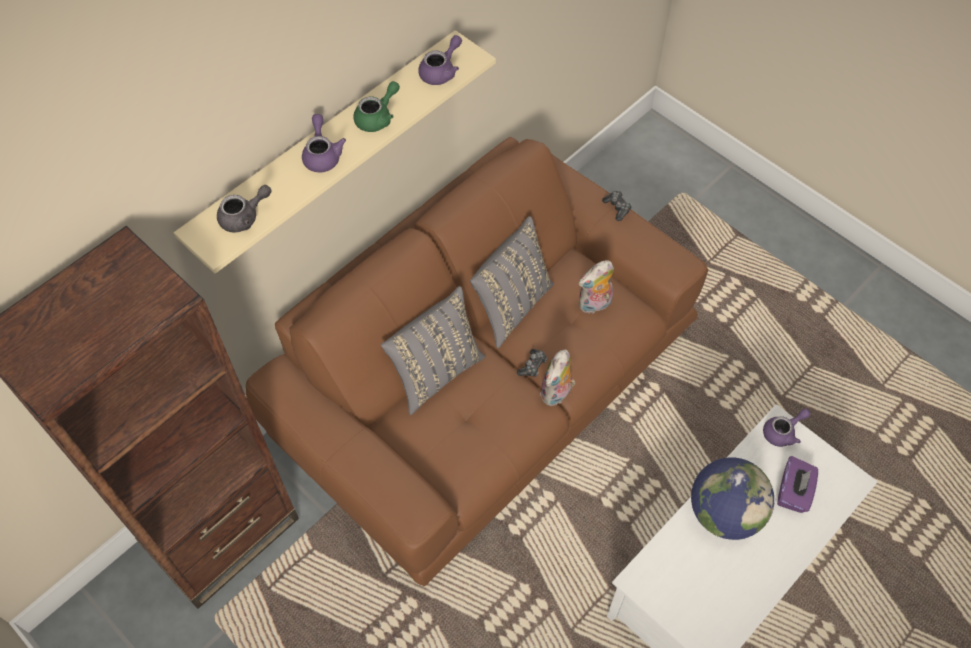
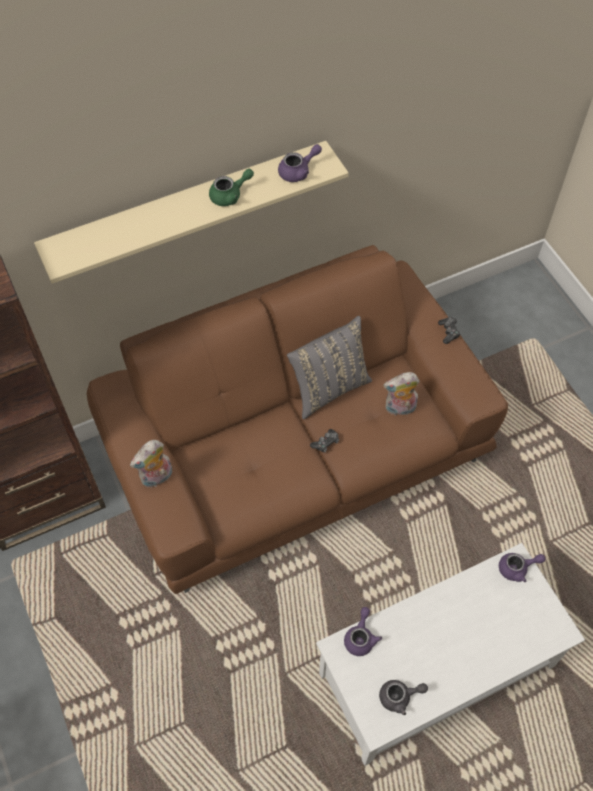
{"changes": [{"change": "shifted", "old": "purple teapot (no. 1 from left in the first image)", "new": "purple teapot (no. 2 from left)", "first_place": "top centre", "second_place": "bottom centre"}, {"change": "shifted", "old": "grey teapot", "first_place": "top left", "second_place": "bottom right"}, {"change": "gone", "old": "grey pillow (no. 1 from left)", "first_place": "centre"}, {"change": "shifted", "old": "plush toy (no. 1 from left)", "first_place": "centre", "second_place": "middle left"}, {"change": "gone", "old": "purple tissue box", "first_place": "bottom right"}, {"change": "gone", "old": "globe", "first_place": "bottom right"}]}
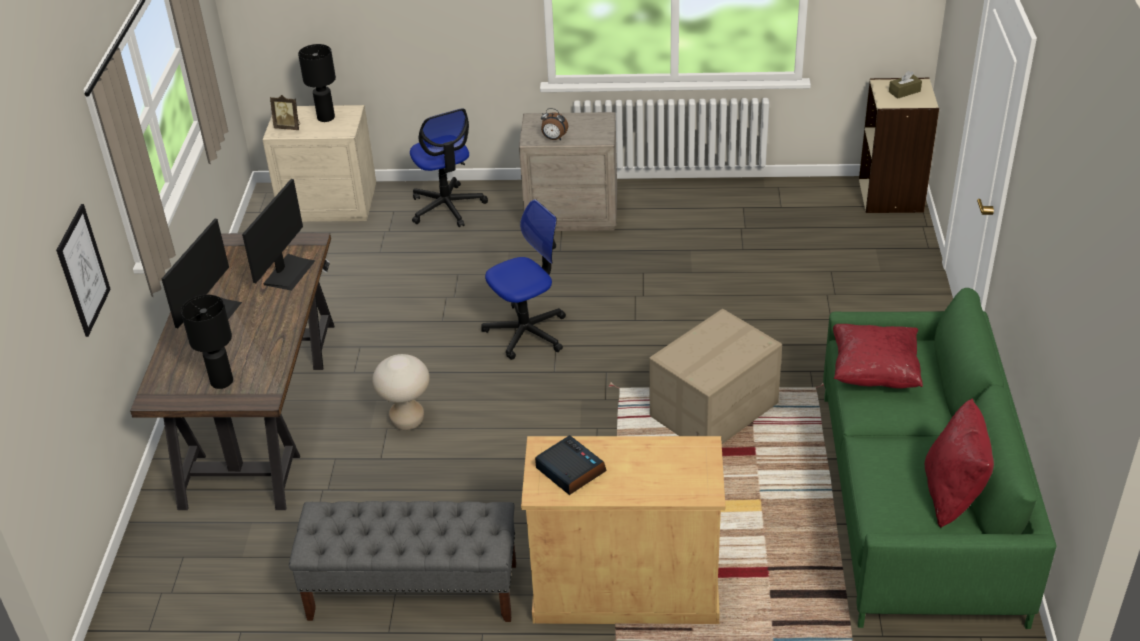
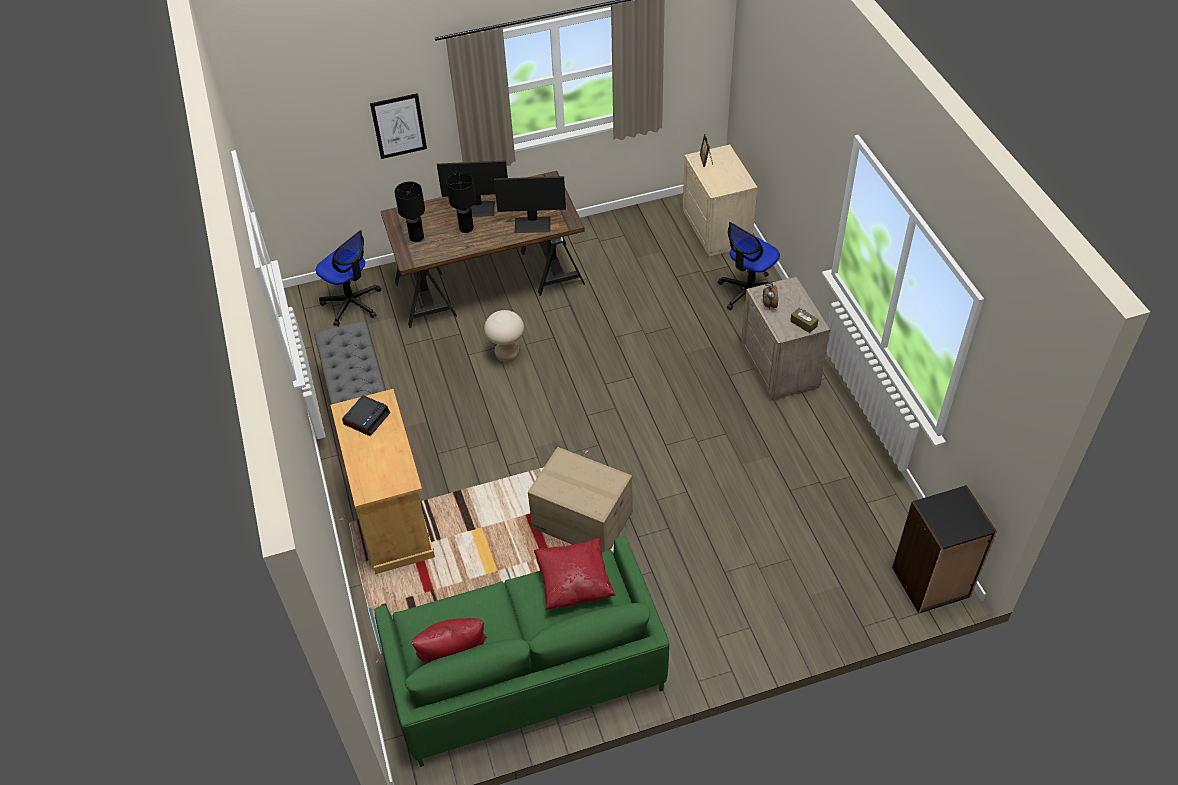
{"changes": [{"change": "shifted", "old": "black table lamp (no. 2 from left)", "first_place": "top left", "second_place": "top centre"}, {"change": "shifted", "old": "brown tissue box", "first_place": "top right", "second_place": "middle right"}, {"change": "repainted", "old": "beige bookcase", "new": "black bookcase", "first_place": "top right", "second_place": "bottom right"}, {"change": "shifted", "old": "office chair (no. 2 from left in the first image)", "new": "office chair (no. 1 from left)", "first_place": "centre", "second_place": "middle left"}]}
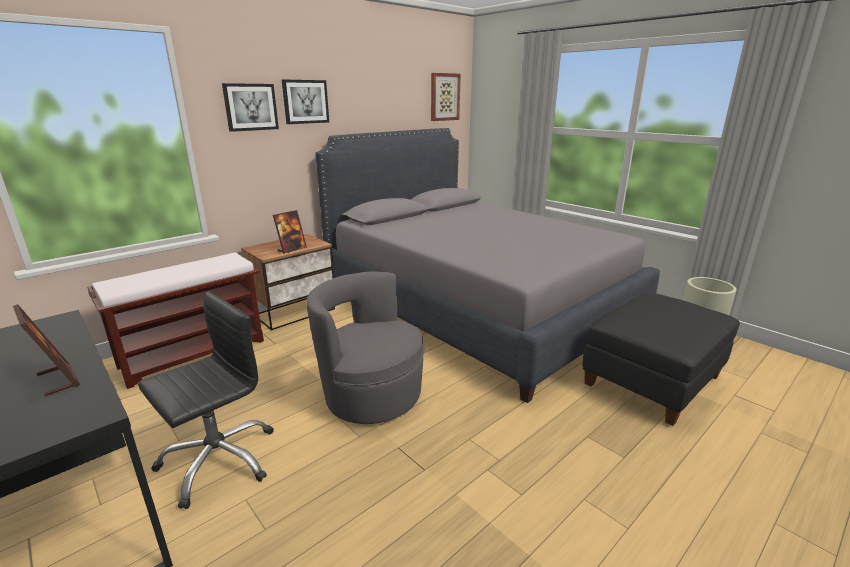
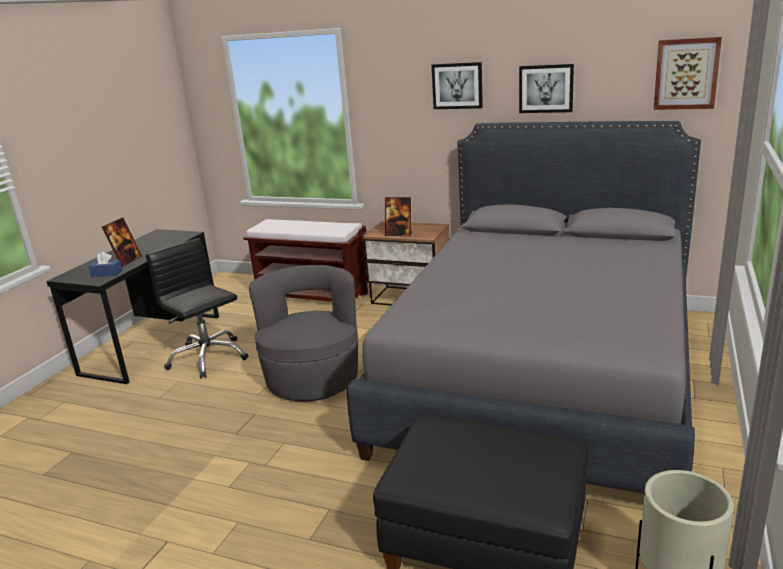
{"changes": [{"change": "shifted", "old": "picture (no. 1 from left in the first image)", "new": "picture (no. 2 from left)", "first_place": "top left", "second_place": "top right"}, {"change": "rotated", "old": "black office chair", "first_place": "bottom left", "second_place": "middle left", "degrees": -150}, {"change": "new", "new": "blue tissue box", "second_place": "middle left"}]}
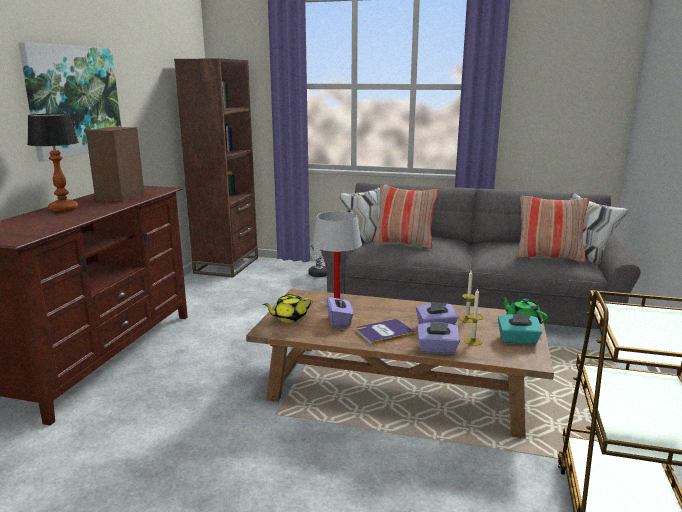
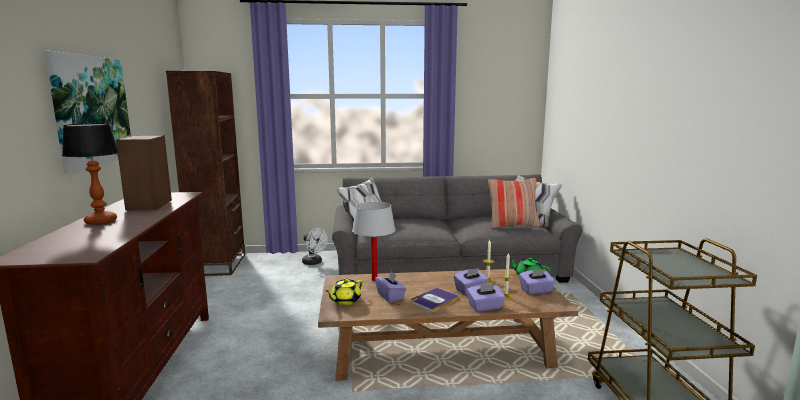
{"changes": [{"change": "gone", "old": "pillow (no. 1 from left)", "first_place": "centre"}, {"change": "repainted", "old": "turquoise tissue box", "new": "purple tissue box (no. 4 from left)", "first_place": "middle right", "second_place": "bottom right"}]}
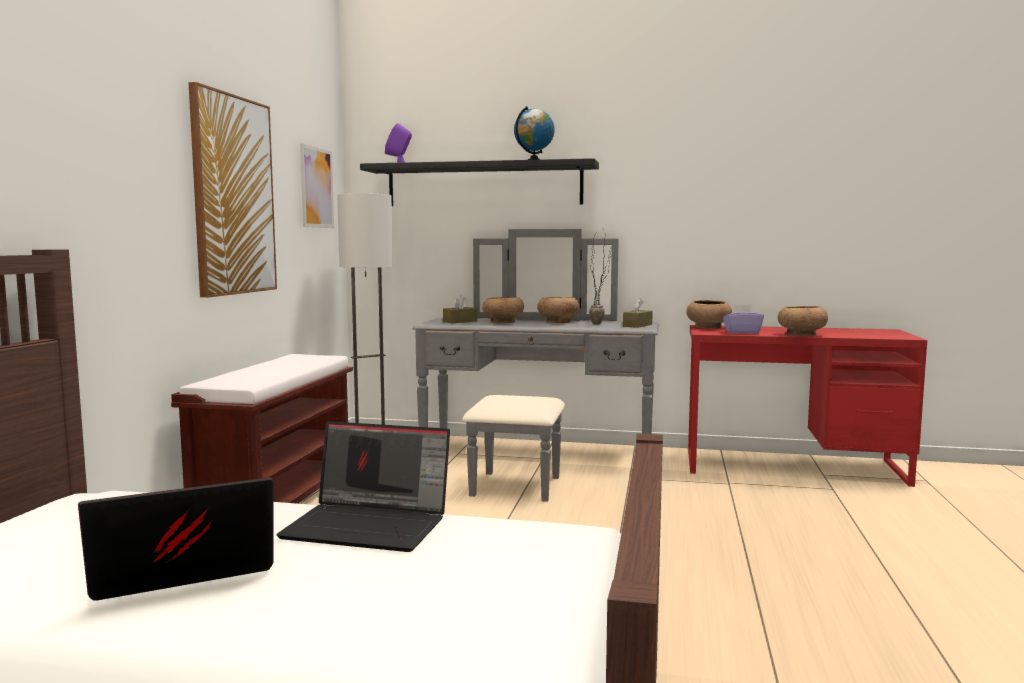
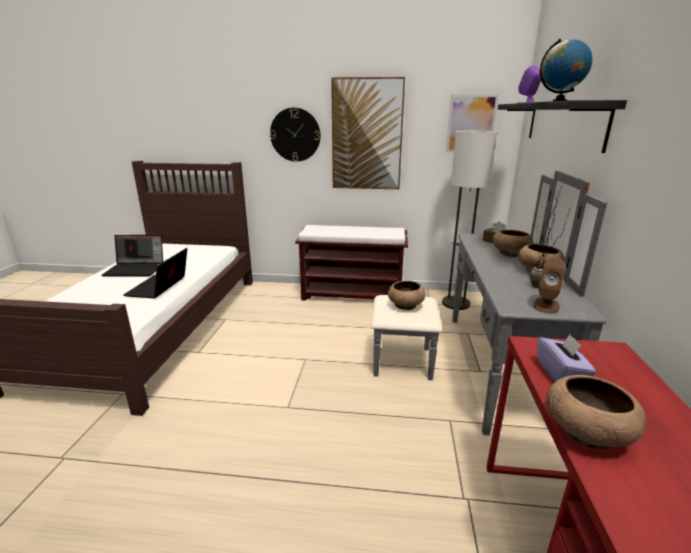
{"changes": [{"change": "swapped", "old": "brown tissue box (no. 2 from left)", "new": "brown speaker", "first_place": "centre", "second_place": "middle right"}, {"change": "shifted", "old": "brown bowl (no. 3 from left in the first image)", "new": "brown bowl (no. 1 from left)", "first_place": "middle right", "second_place": "centre"}, {"change": "rotated", "old": "laptop (no. 1 from left)", "first_place": "bottom left", "second_place": "middle left", "degrees": 120}, {"change": "new", "new": "wall clock", "second_place": "top centre"}]}
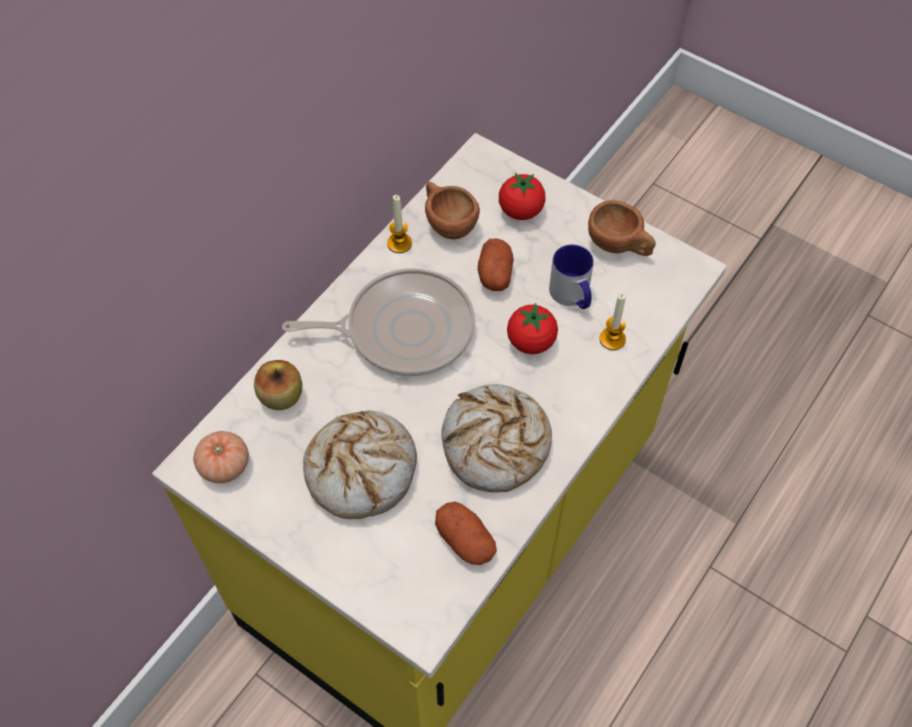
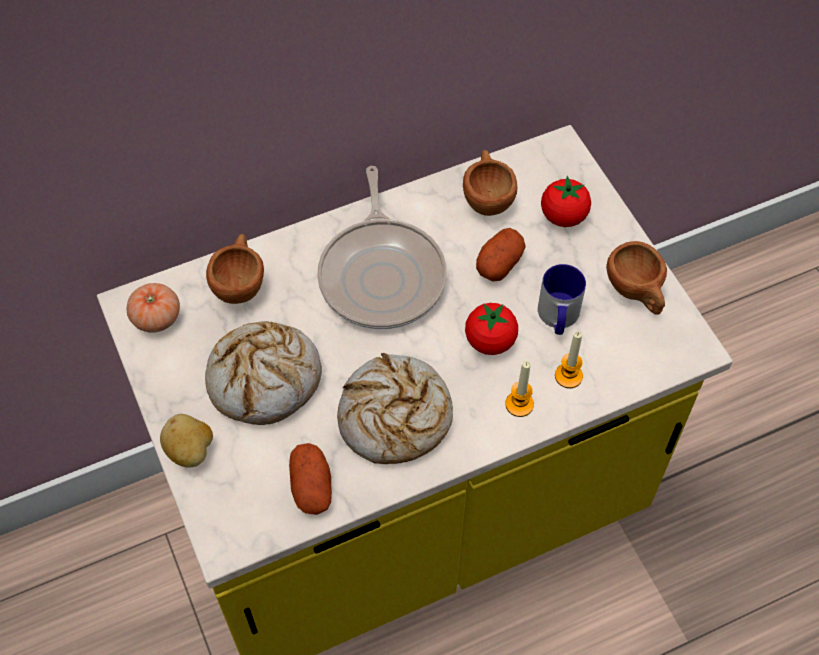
{"changes": [{"change": "shifted", "old": "candle (no. 1 from left)", "first_place": "top centre", "second_place": "centre"}, {"change": "rotated", "old": "frying pan", "first_place": "centre", "second_place": "centre", "degrees": 60}, {"change": "swapped", "old": "apple", "new": "brown cup (no. 1 from left)", "first_place": "middle left", "second_place": "middle left"}, {"change": "new", "new": "potato (no. 1 from left)", "second_place": "bottom left"}]}
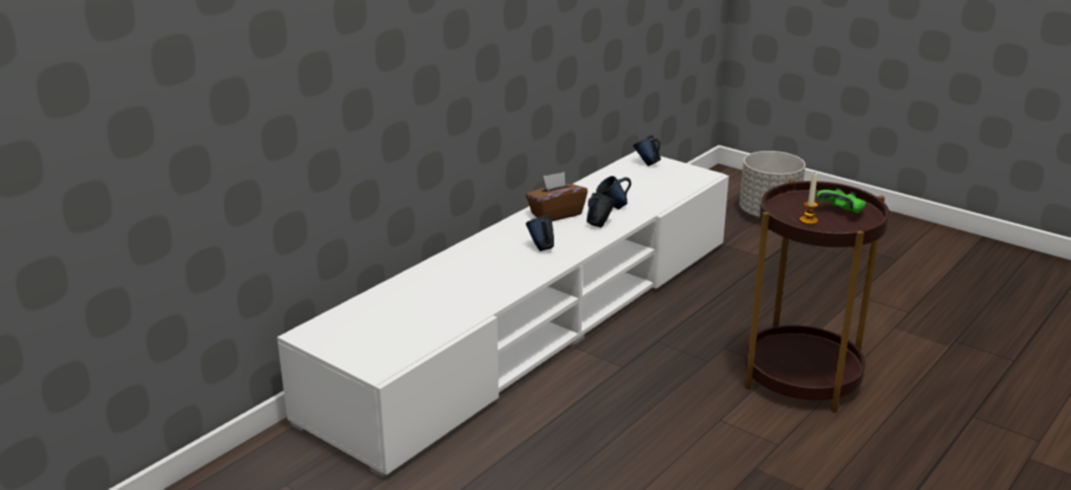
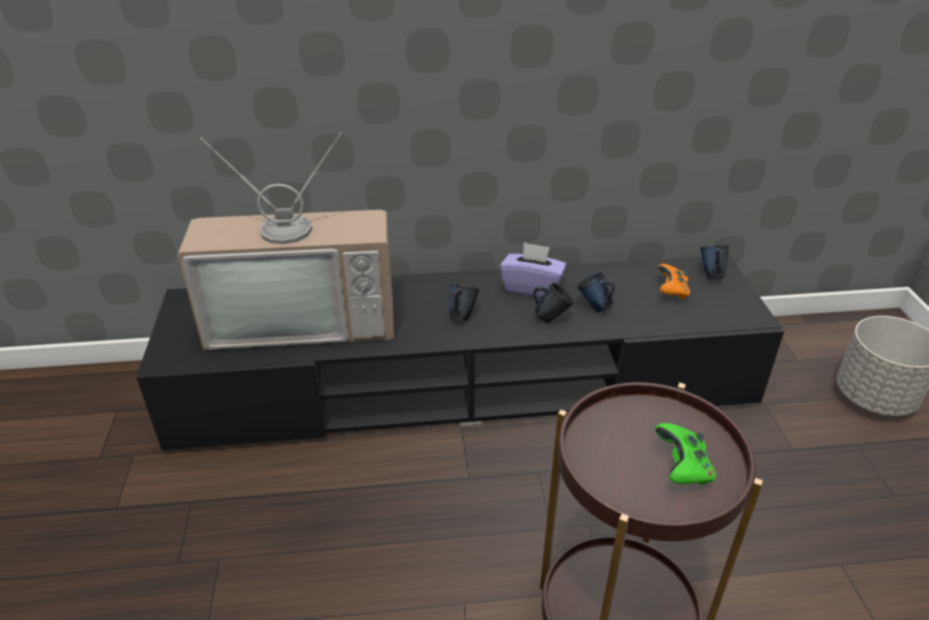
{"changes": [{"change": "repainted", "old": "white tv stand", "new": "black tv stand", "first_place": "centre", "second_place": "centre"}, {"change": "repainted", "old": "brown tissue box", "new": "purple tissue box", "first_place": "centre", "second_place": "centre"}, {"change": "gone", "old": "candle", "first_place": "middle right"}, {"change": "new", "new": "television", "second_place": "middle left"}, {"change": "new", "new": "orange game controller", "second_place": "middle right"}]}
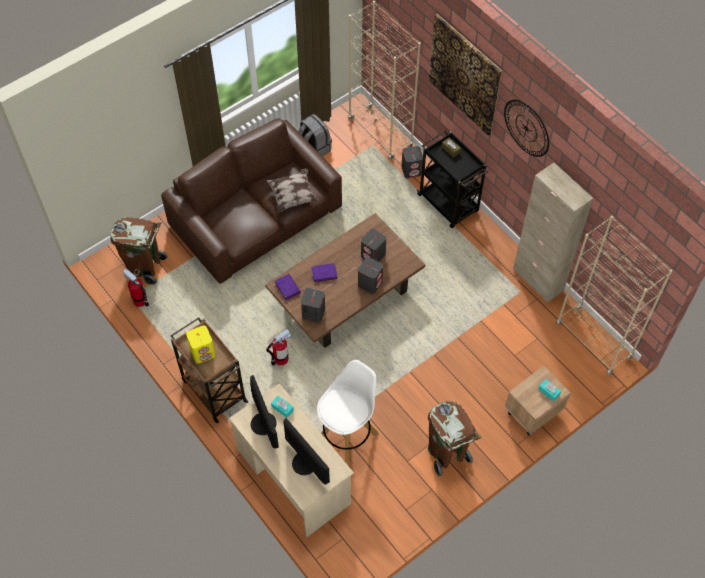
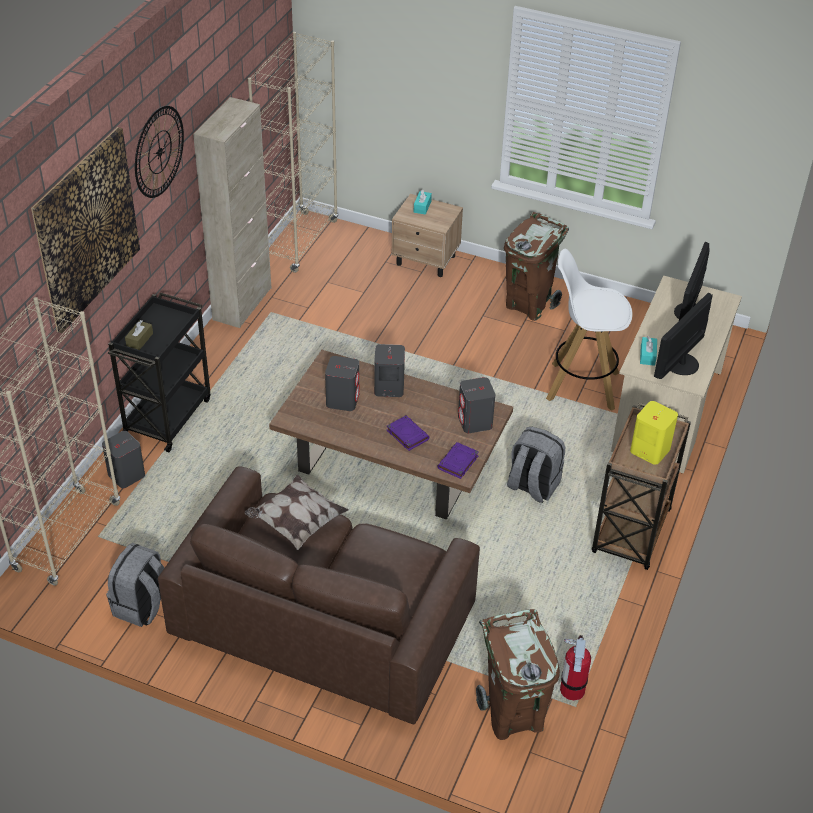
{"changes": [{"change": "swapped", "old": "fire extinguisher (no. 2 from left)", "new": "grey backpack (no. 2 from left)", "first_place": "centre", "second_place": "centre"}]}
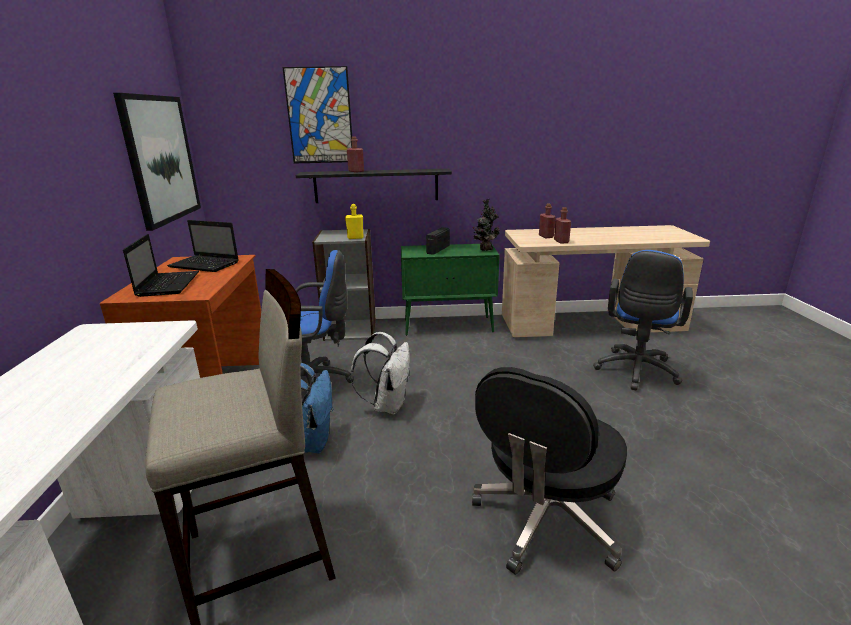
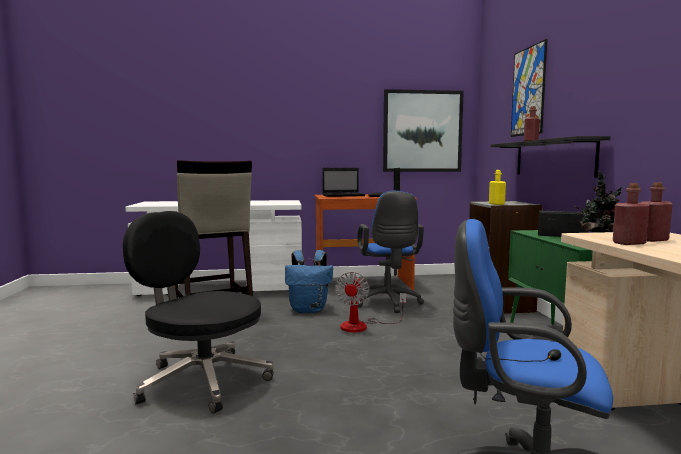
{"changes": [{"change": "swapped", "old": "white backpack", "new": "fan", "first_place": "centre", "second_place": "centre"}]}
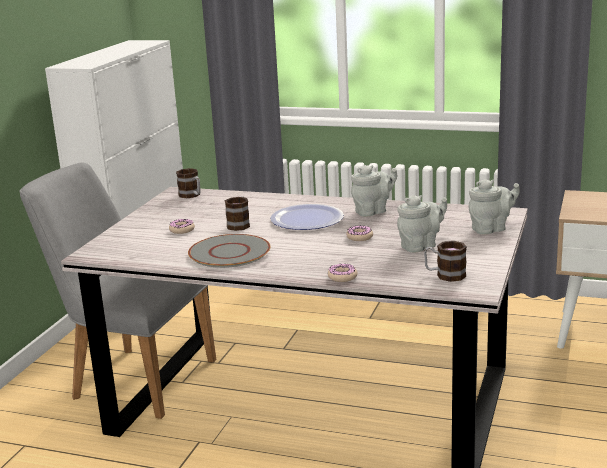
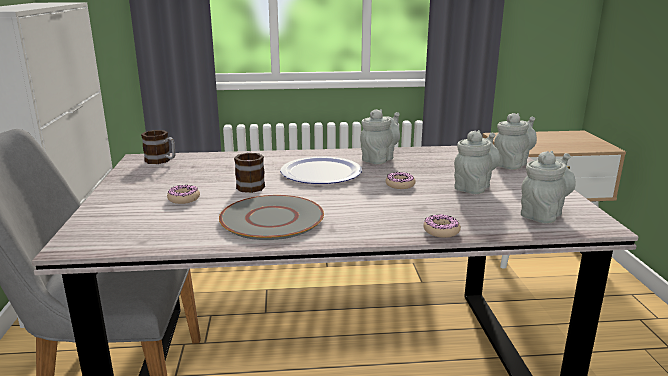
{"changes": [{"change": "swapped", "old": "mug (no. 3 from left)", "new": "grey teapot (no. 4 from left)", "first_place": "middle right", "second_place": "middle right"}]}
